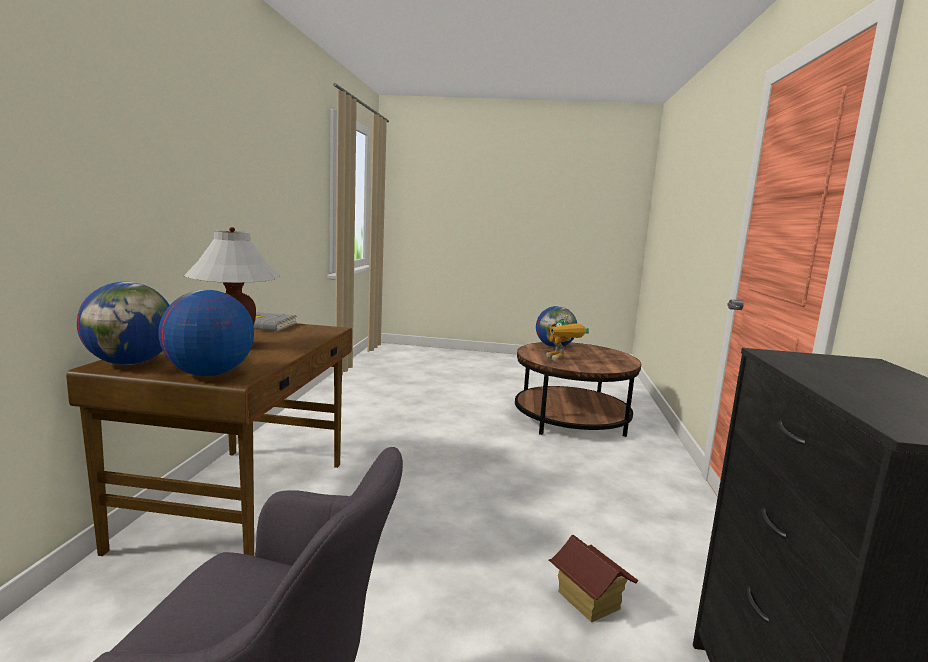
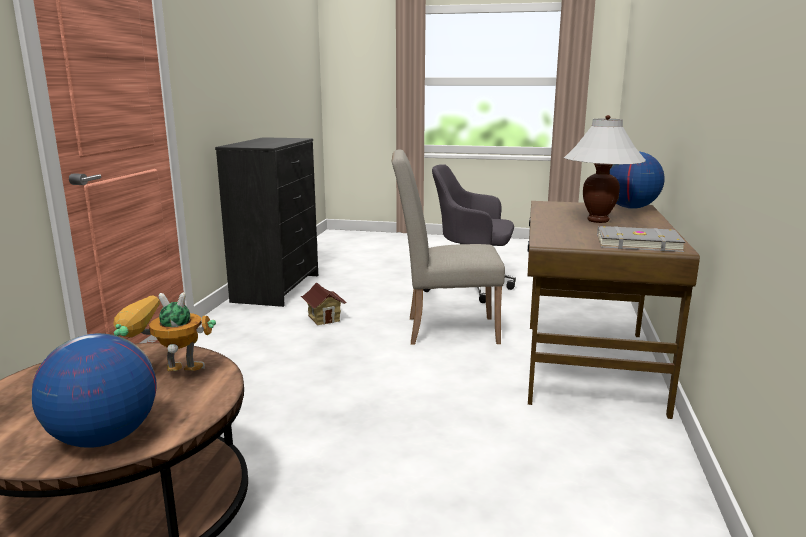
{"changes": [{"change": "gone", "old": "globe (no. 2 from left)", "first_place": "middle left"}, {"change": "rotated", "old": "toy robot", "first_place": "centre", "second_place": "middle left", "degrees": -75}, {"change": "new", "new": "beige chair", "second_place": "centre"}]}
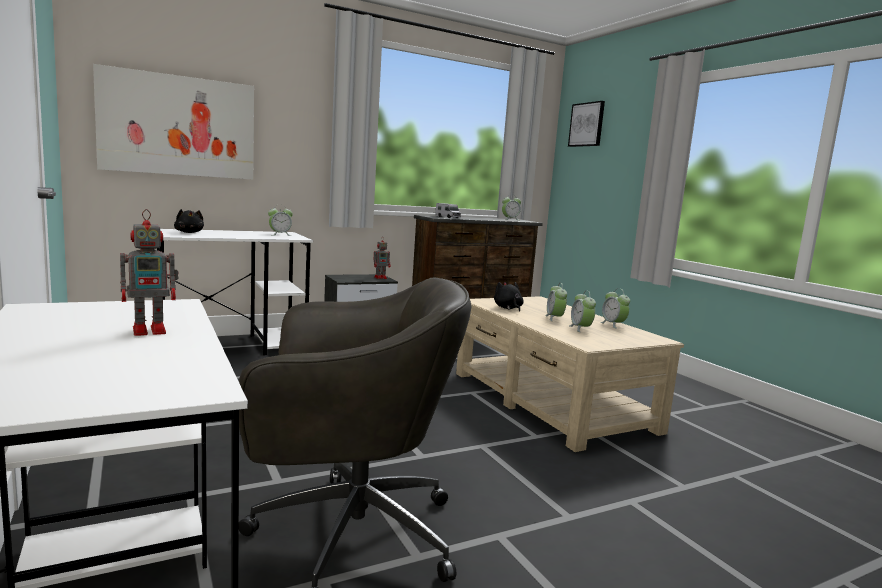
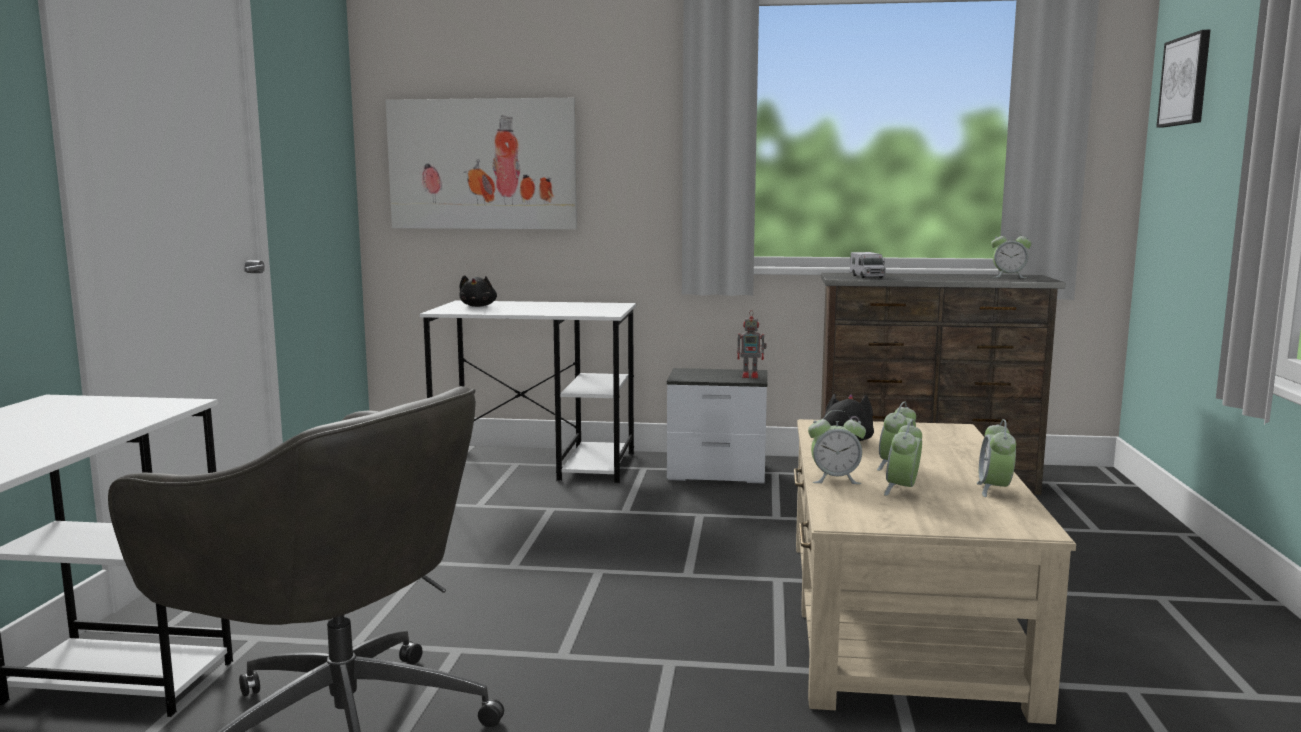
{"changes": [{"change": "shifted", "old": "alarm clock (no. 1 from left)", "first_place": "middle left", "second_place": "centre"}, {"change": "gone", "old": "toy robot (no. 1 from left)", "first_place": "middle left"}]}
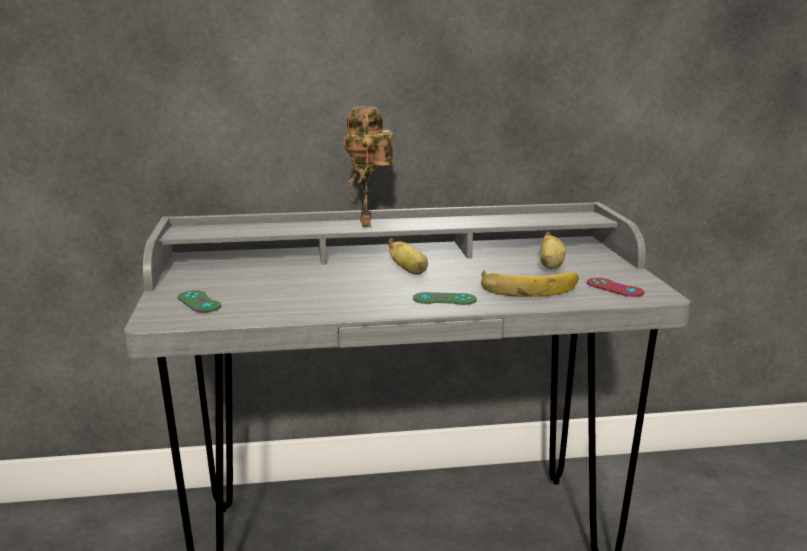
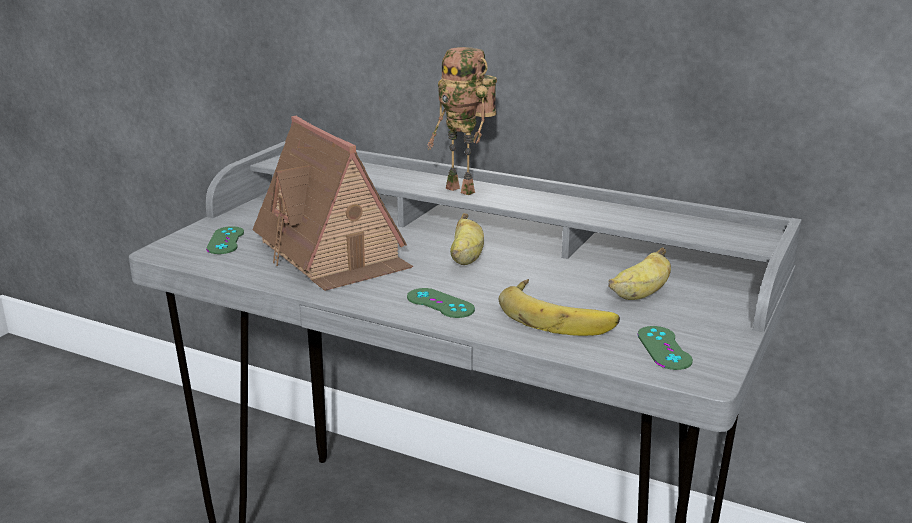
{"changes": [{"change": "rotated", "old": "toy robot", "first_place": "top centre", "second_place": "top centre", "degrees": -75}, {"change": "repainted", "old": "red game controller", "new": "green game controller (no. 3 from left)", "first_place": "middle right", "second_place": "middle right"}, {"change": "new", "new": "toy house", "second_place": "centre"}]}
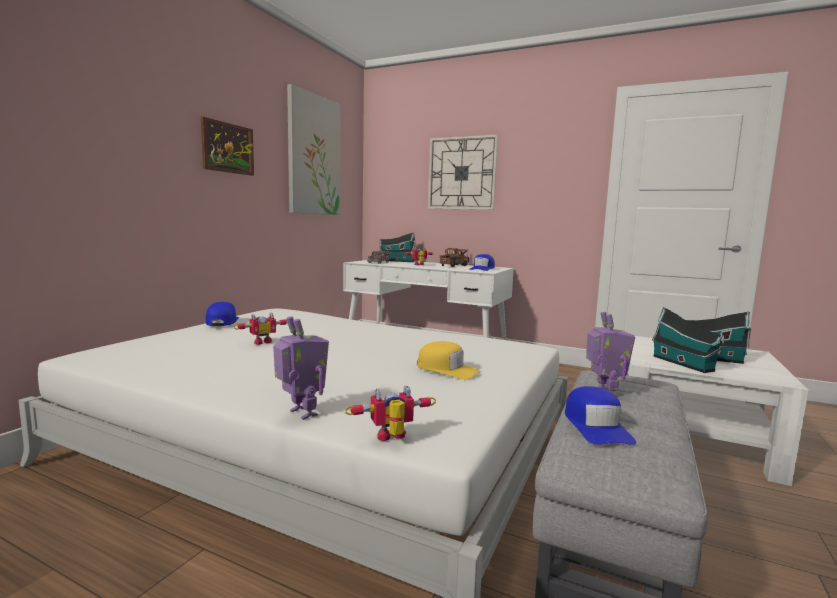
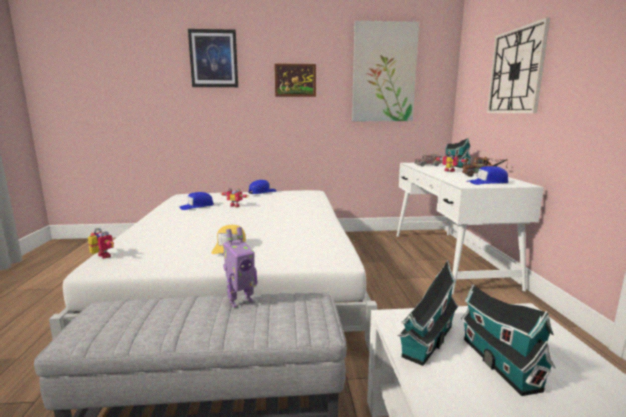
{"changes": [{"change": "gone", "old": "toy robot (no. 2 from left)", "first_place": "centre"}, {"change": "shifted", "old": "blue cap (no. 3 from left in the first image)", "new": "blue cap (no. 1 from left)", "first_place": "bottom right", "second_place": "middle left"}, {"change": "new", "new": "picture (no. 1 from left)", "second_place": "top centre"}]}
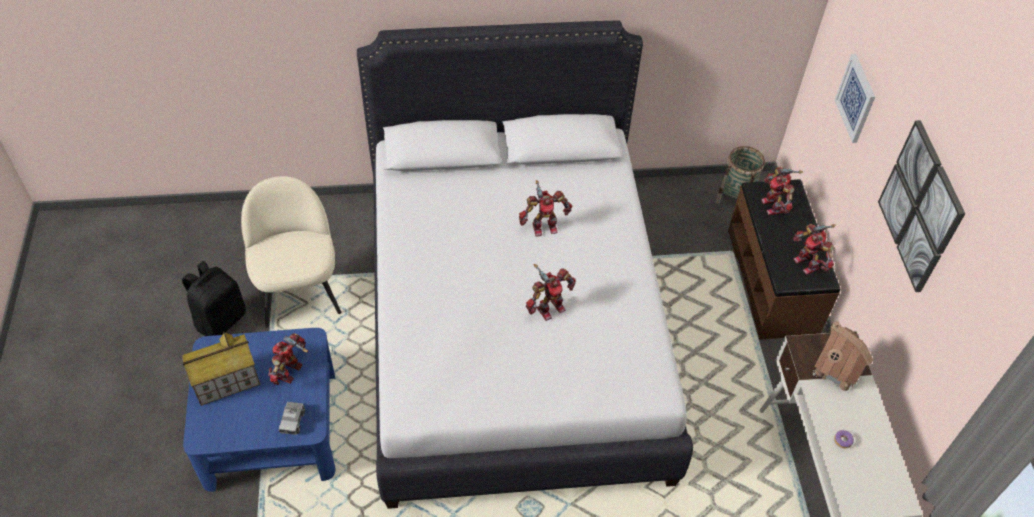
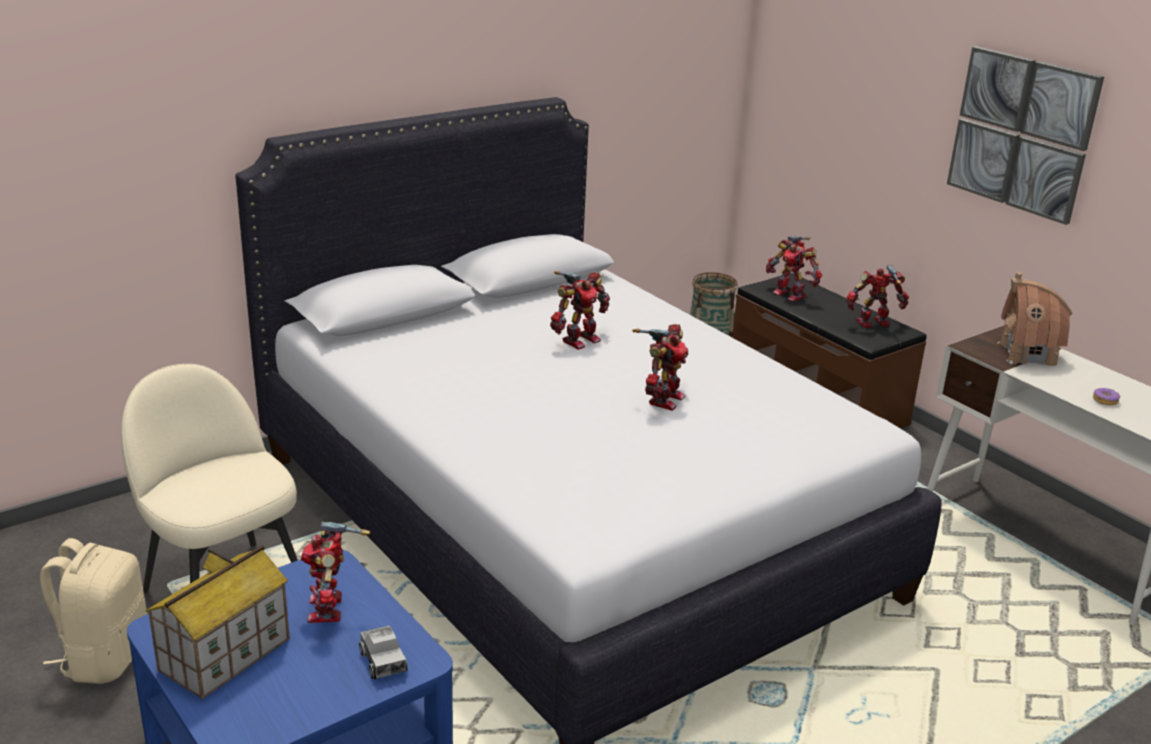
{"changes": [{"change": "gone", "old": "picture (no. 1 from left)", "first_place": "top right"}, {"change": "rotated", "old": "toy robot (no. 5 from left)", "first_place": "middle right", "second_place": "middle right", "degrees": 135}, {"change": "repainted", "old": "black backpack", "new": "beige backpack", "first_place": "middle left", "second_place": "bottom left"}]}
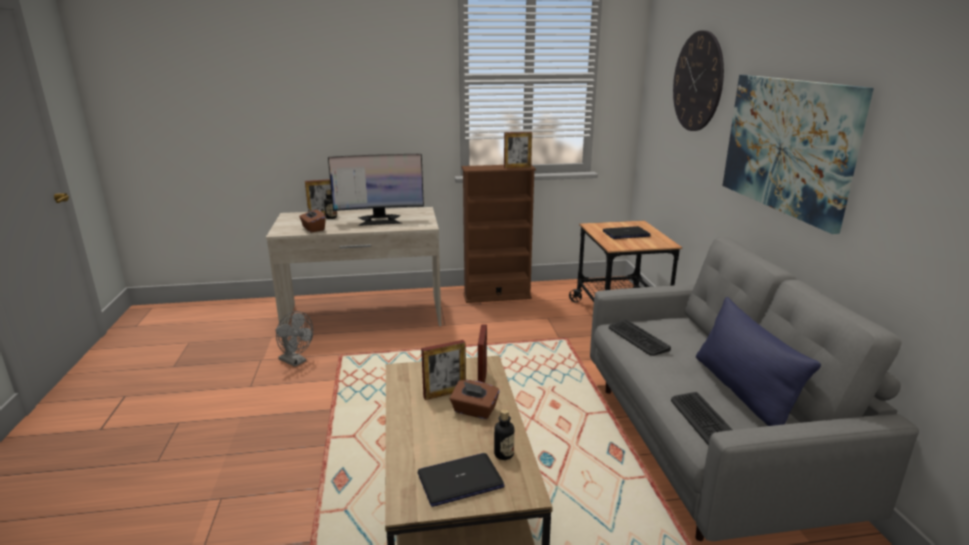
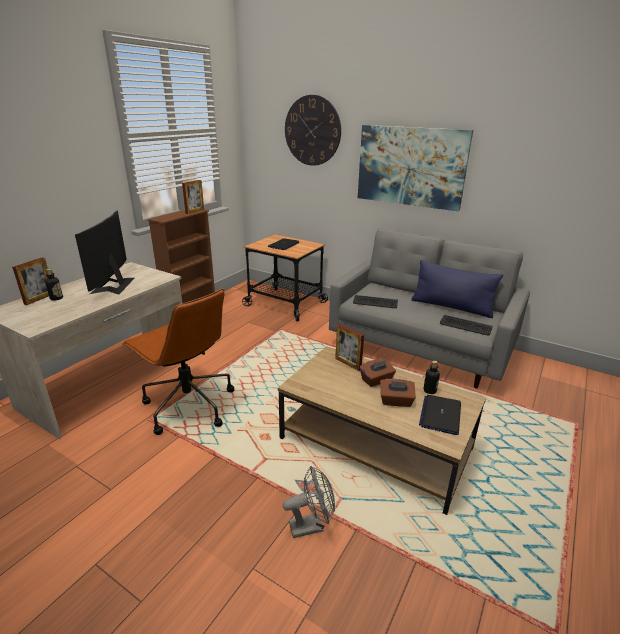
{"changes": [{"change": "rotated", "old": "monitor", "first_place": "centre", "second_place": "middle left", "degrees": 150}, {"change": "shifted", "old": "brown tissue box (no. 1 from left in the first image)", "new": "brown tissue box (no. 2 from left)", "first_place": "middle left", "second_place": "centre"}, {"change": "shifted", "old": "grey fan", "first_place": "middle left", "second_place": "bottom centre"}, {"change": "gone", "old": "picture frame (no. 2 from left)", "first_place": "bottom centre"}, {"change": "new", "new": "brown office chair", "second_place": "middle left"}]}
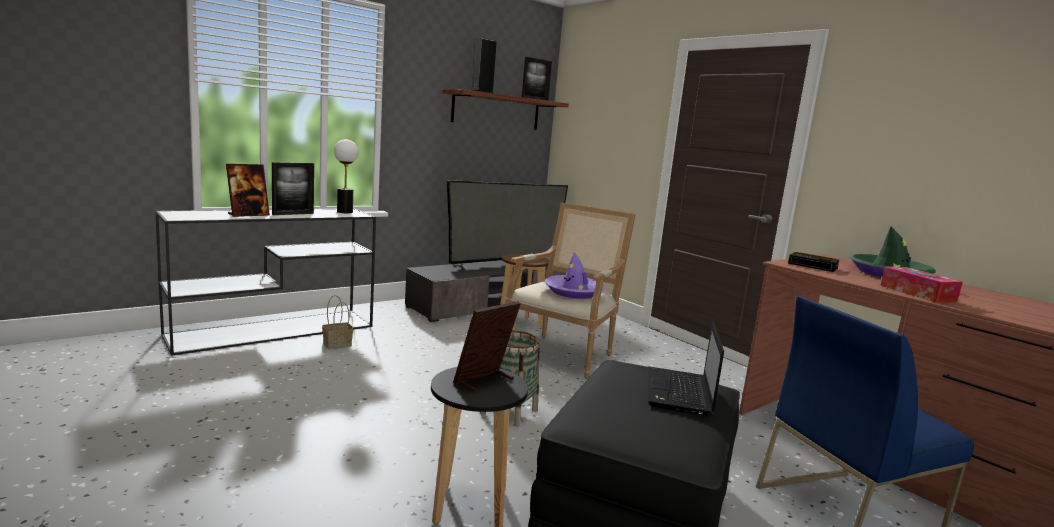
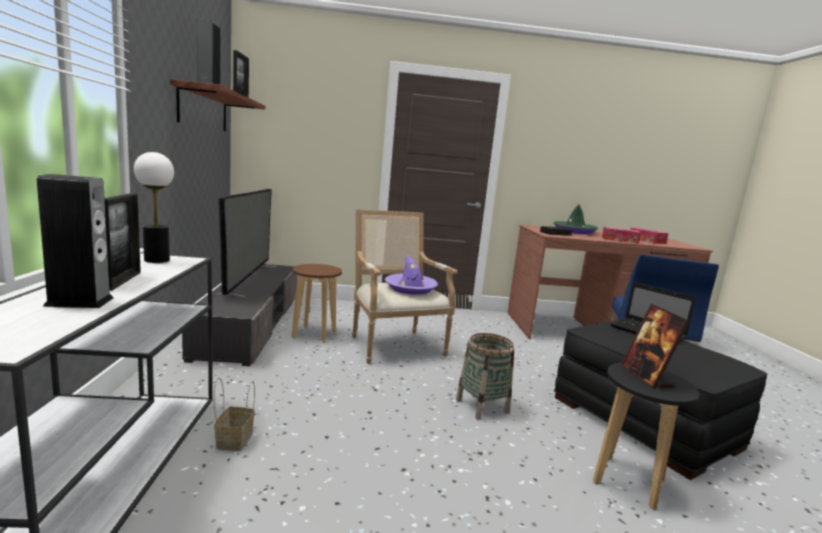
{"changes": [{"change": "swapped", "old": "picture frame (no. 1 from left)", "new": "speaker (no. 1 from left)", "first_place": "middle left", "second_place": "middle left"}, {"change": "new", "new": "tissue box (no. 2 from left)", "second_place": "middle right"}]}
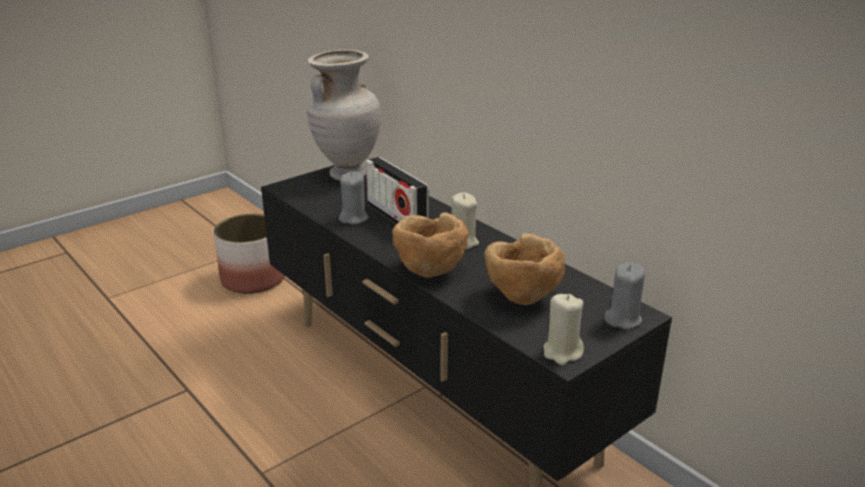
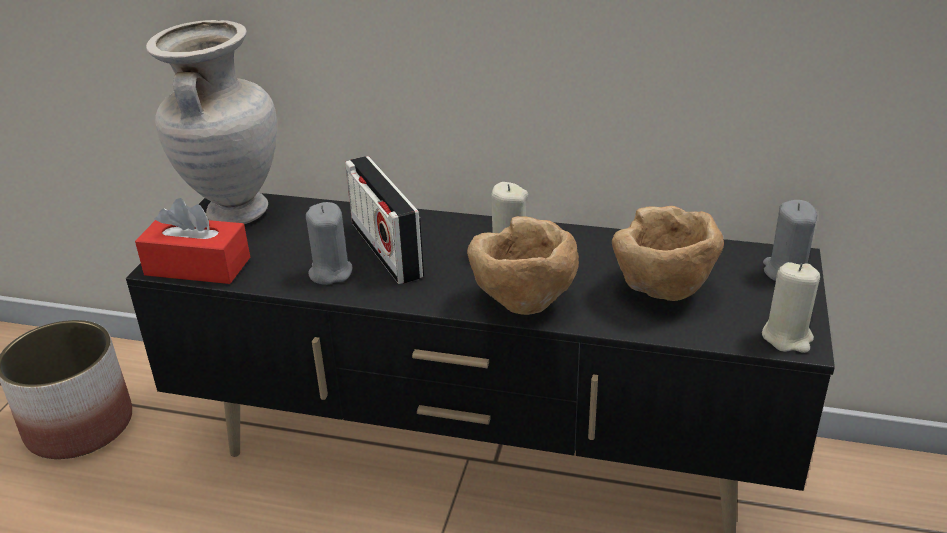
{"changes": [{"change": "rotated", "old": "radio", "first_place": "centre", "second_place": "centre", "degrees": 45}, {"change": "new", "new": "red tissue box", "second_place": "middle left"}]}
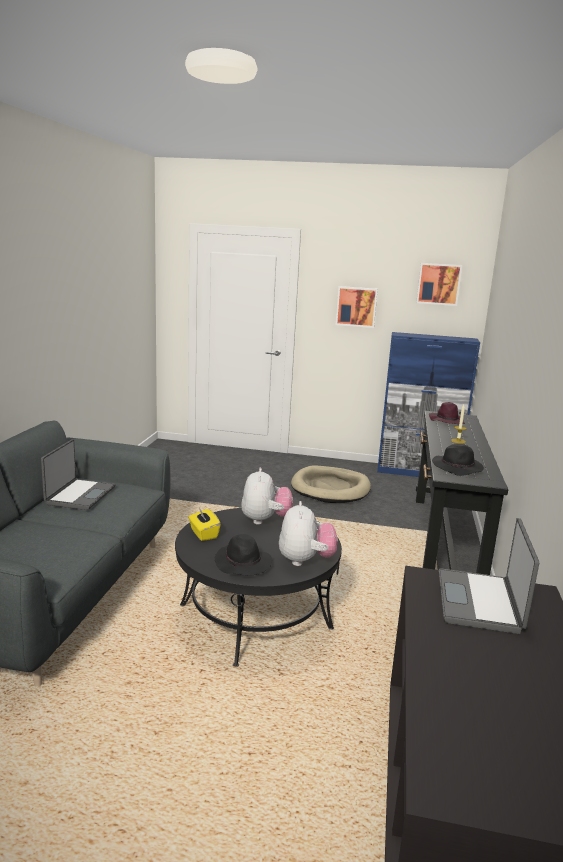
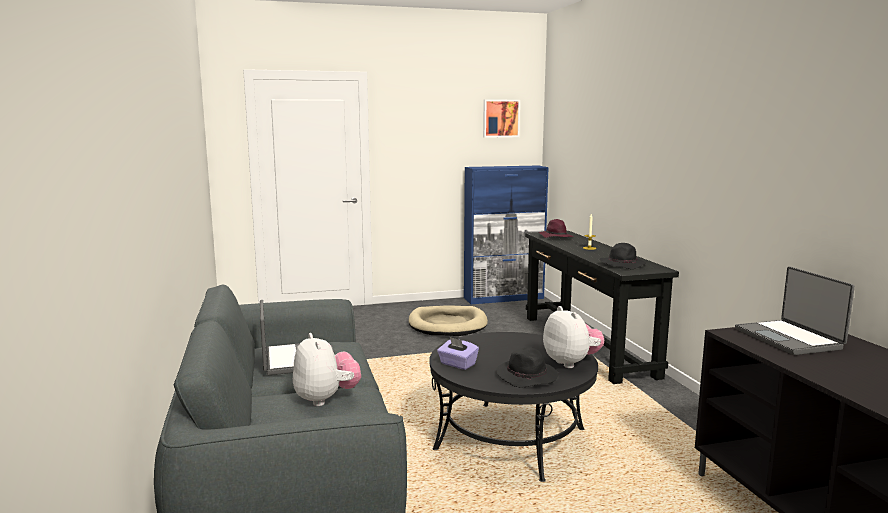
{"changes": [{"change": "gone", "old": "picture (no. 1 from left)", "first_place": "centre"}, {"change": "shifted", "old": "plush toy (no. 1 from left)", "first_place": "centre", "second_place": "bottom centre"}, {"change": "repainted", "old": "yellow tissue box", "new": "purple tissue box", "first_place": "centre", "second_place": "bottom centre"}]}
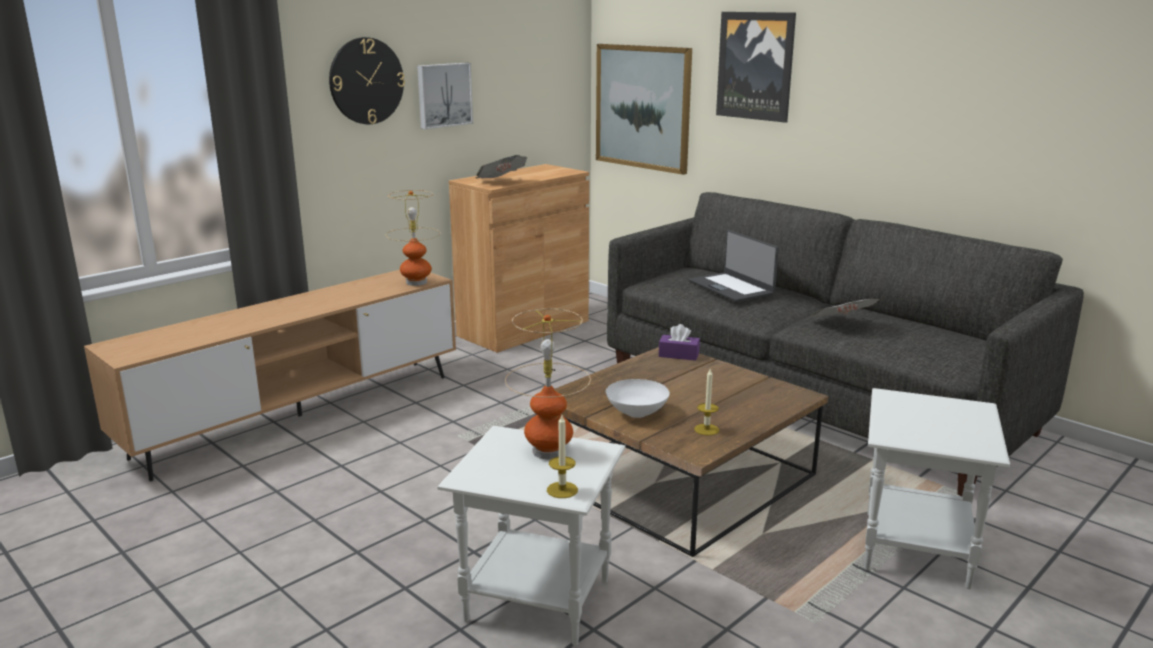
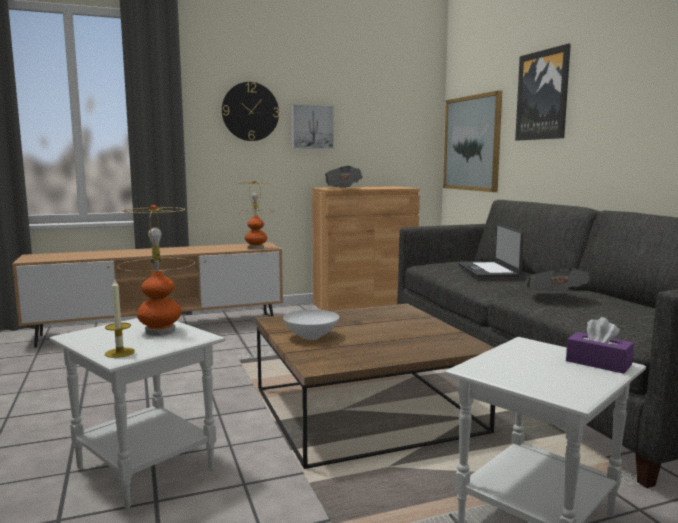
{"changes": [{"change": "shifted", "old": "purple tissue box", "first_place": "centre", "second_place": "middle right"}, {"change": "gone", "old": "candle (no. 2 from left)", "first_place": "centre"}]}
